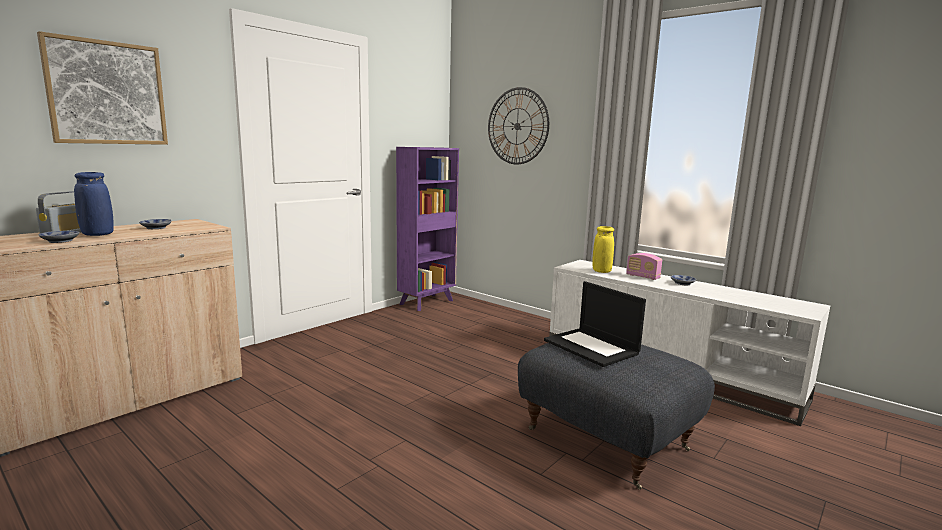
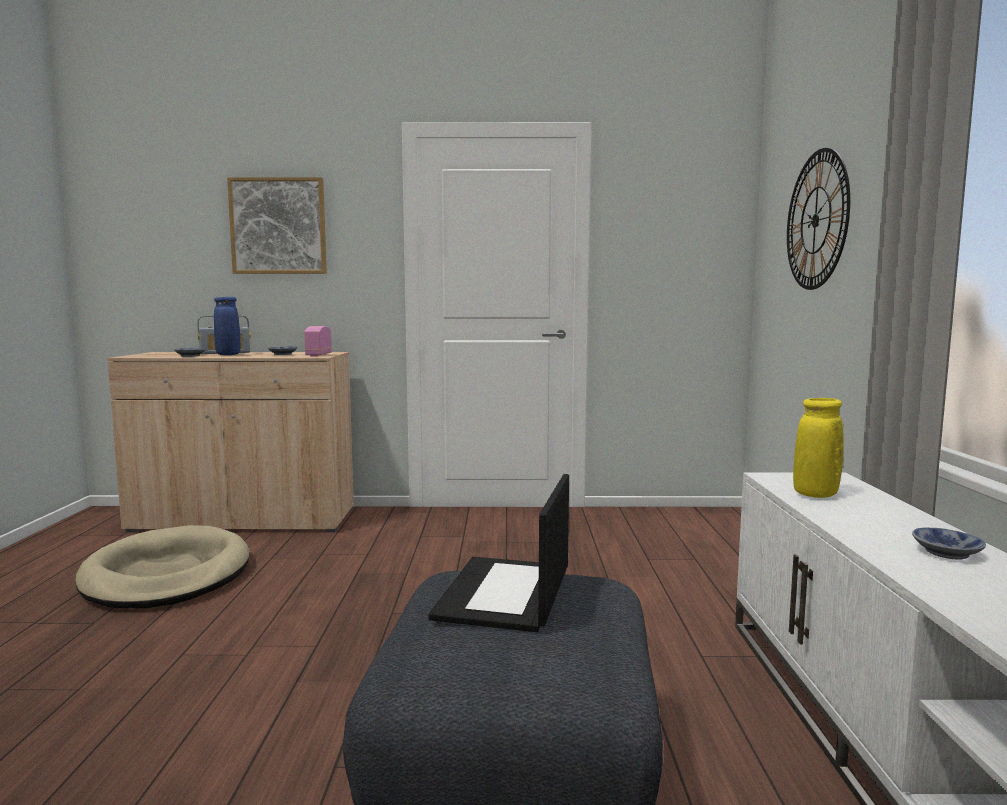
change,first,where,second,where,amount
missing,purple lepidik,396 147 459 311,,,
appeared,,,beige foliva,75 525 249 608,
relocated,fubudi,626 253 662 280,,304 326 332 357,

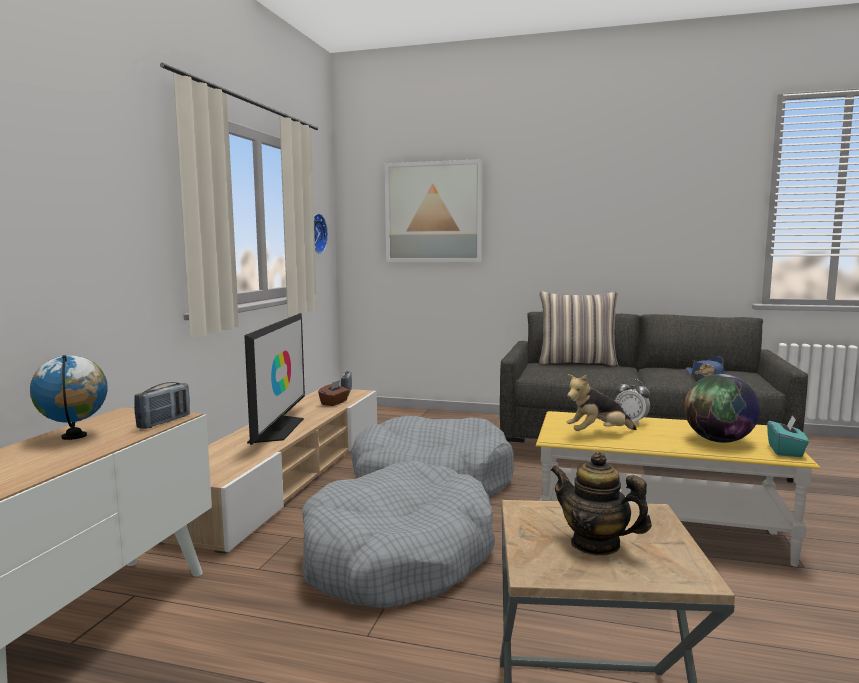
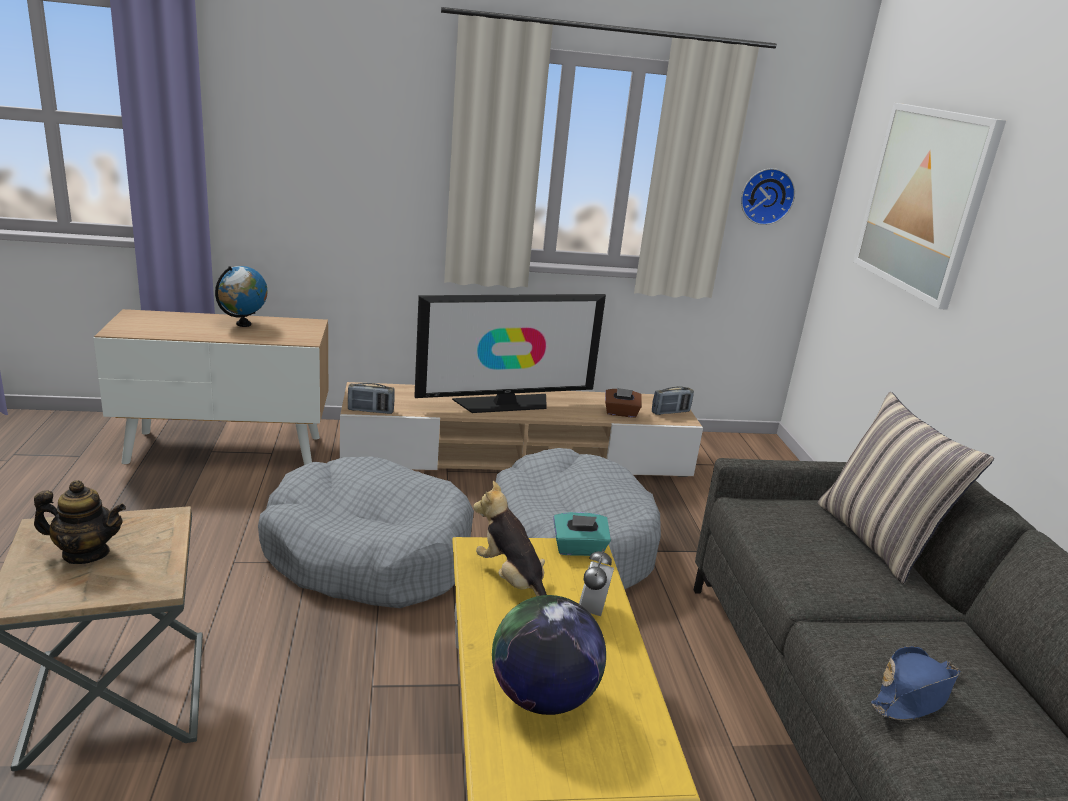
change,first,where,second,where,amount
relocated,fubudi,134 382 190 429,,348 383 395 414,
relocated,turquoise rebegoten,767 415 809 457,,553 512 611 556,
spun,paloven,550 451 652 556,,34 480 126 564,75 degrees clockwise

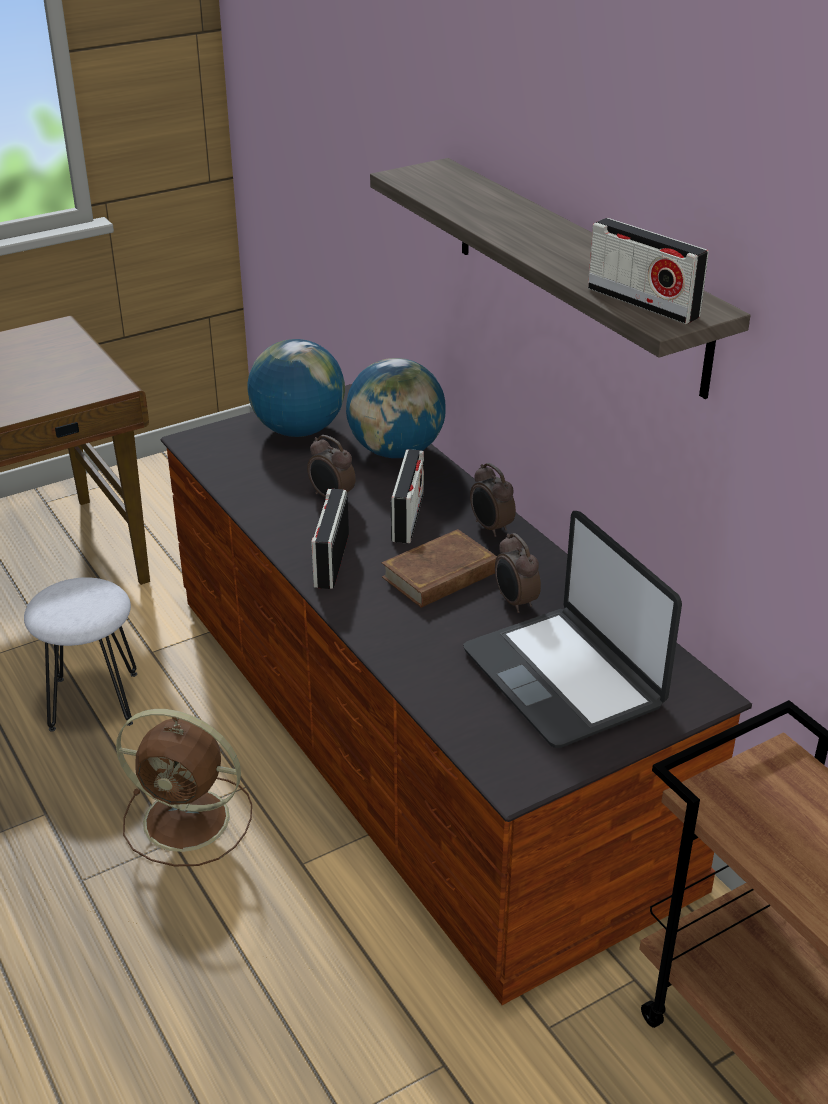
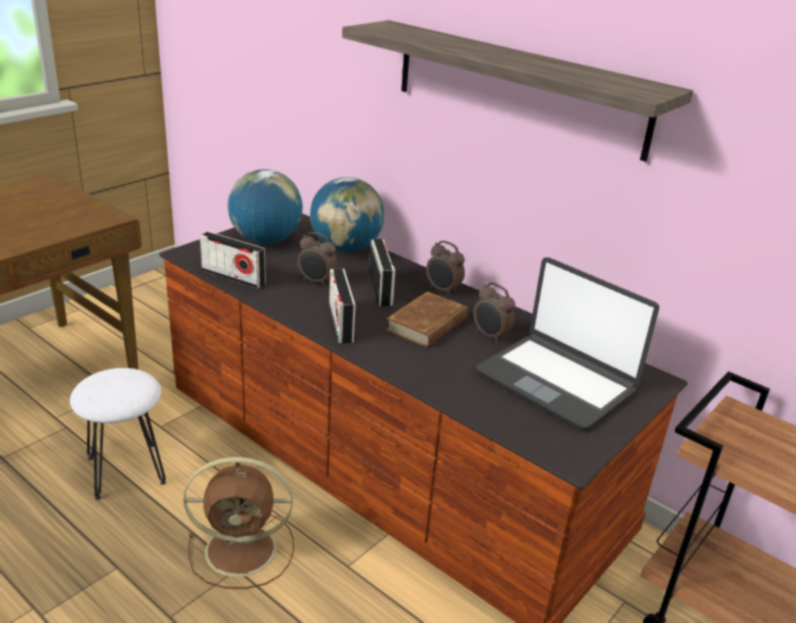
change,first,where,second,where,amount
relocated,fubudi,588 218 709 324,,200 231 266 289,

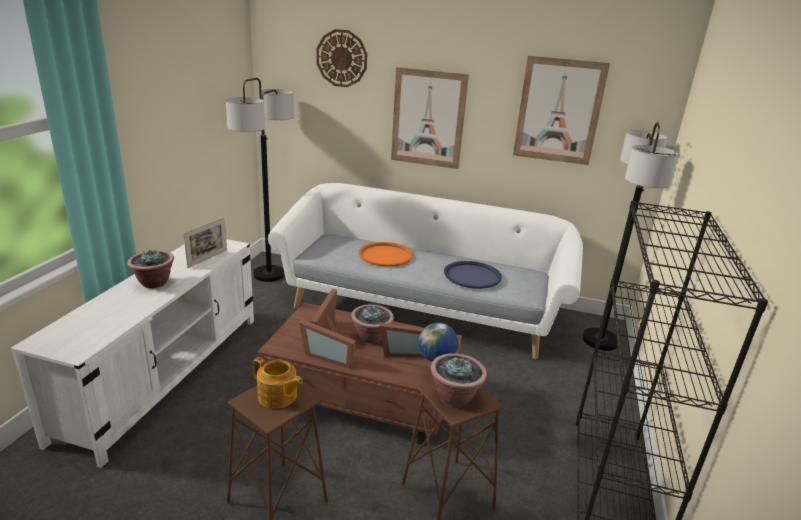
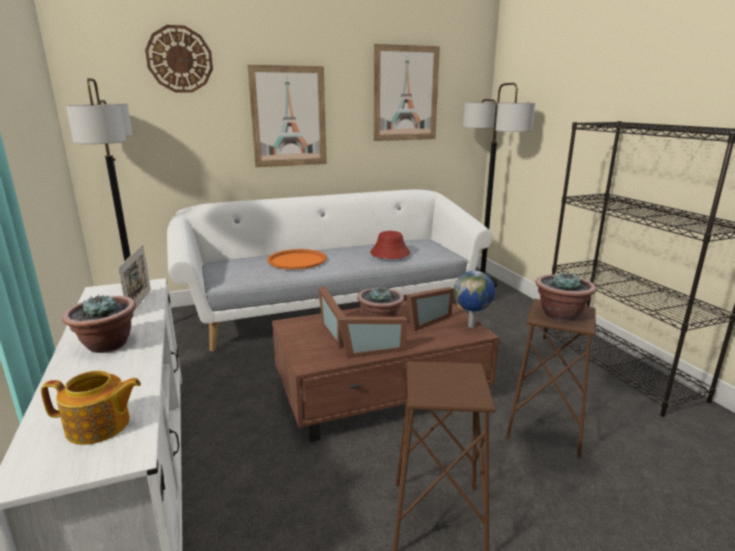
change,first,where,second,where,amount
relocated,paloven,253 357 303 409,,41 371 141 445,
exchanged,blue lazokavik,444 261 502 289,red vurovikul,370 231 410 259,

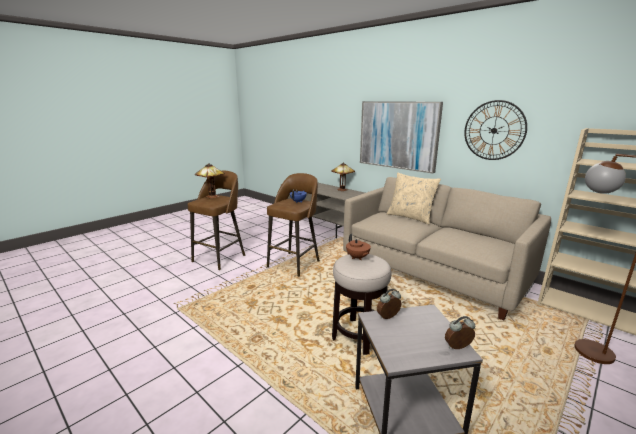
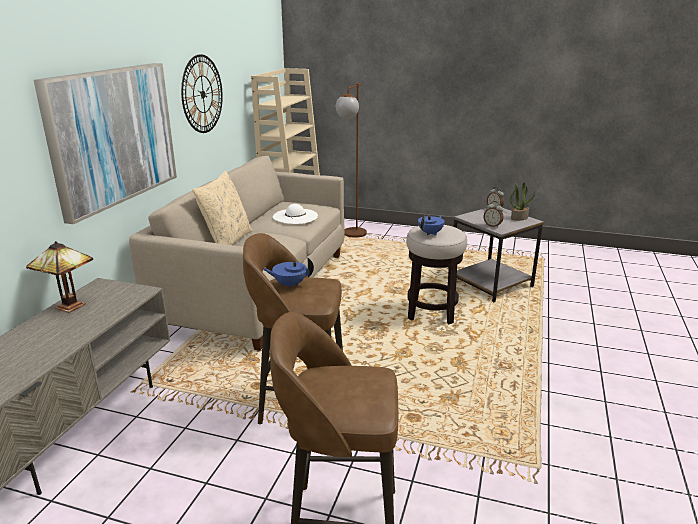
change,first,where,second,where,amount
missing,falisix,195 163 225 199,,,
appeared,,,white vurovikul,273 204 318 224,
appeared,,,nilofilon,510 182 535 221,
colour,brown paloven,346 234 371 260,blue paloven,418 215 445 236,

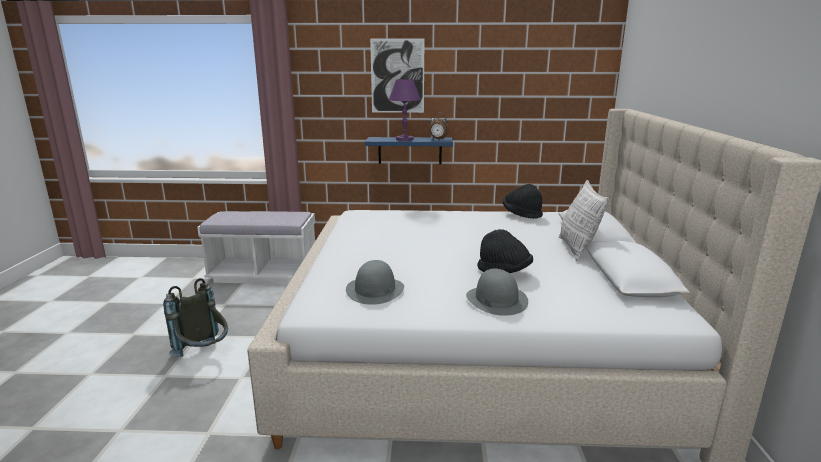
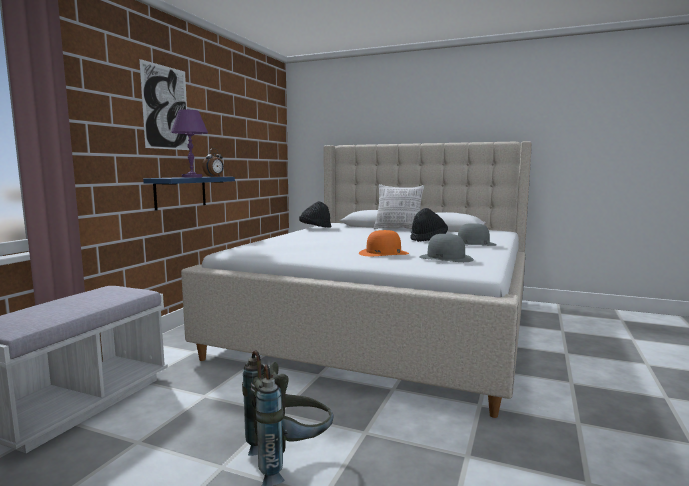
change,first,where,second,where,amount
appeared,,,orange vurovikul,359 230 409 256,

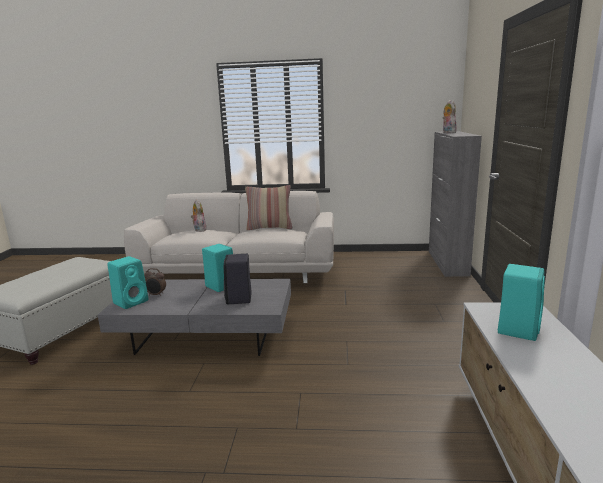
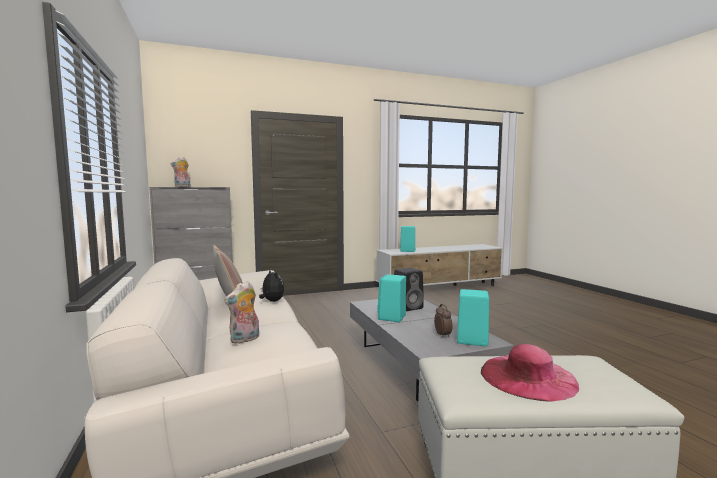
change,first,where,second,where,amount
appeared,,,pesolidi,259 270 284 302,
appeared,,,pink vurovikul,481 344 579 401,

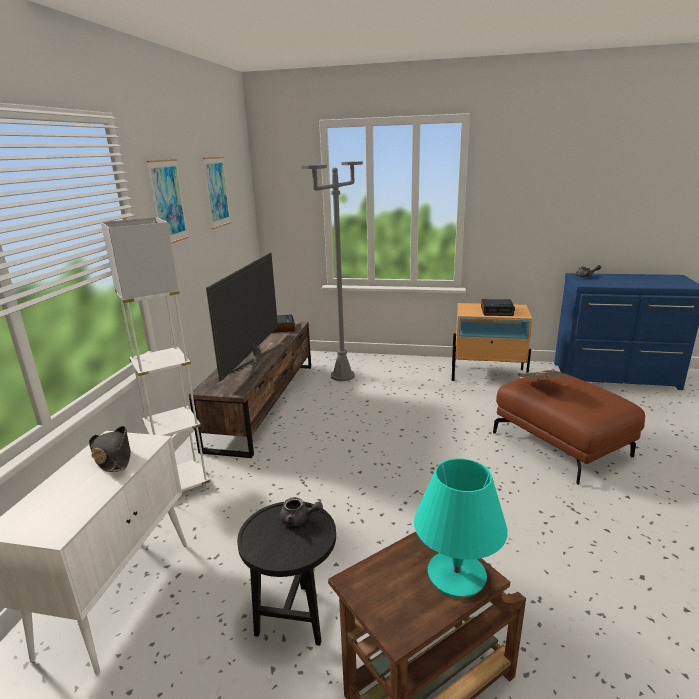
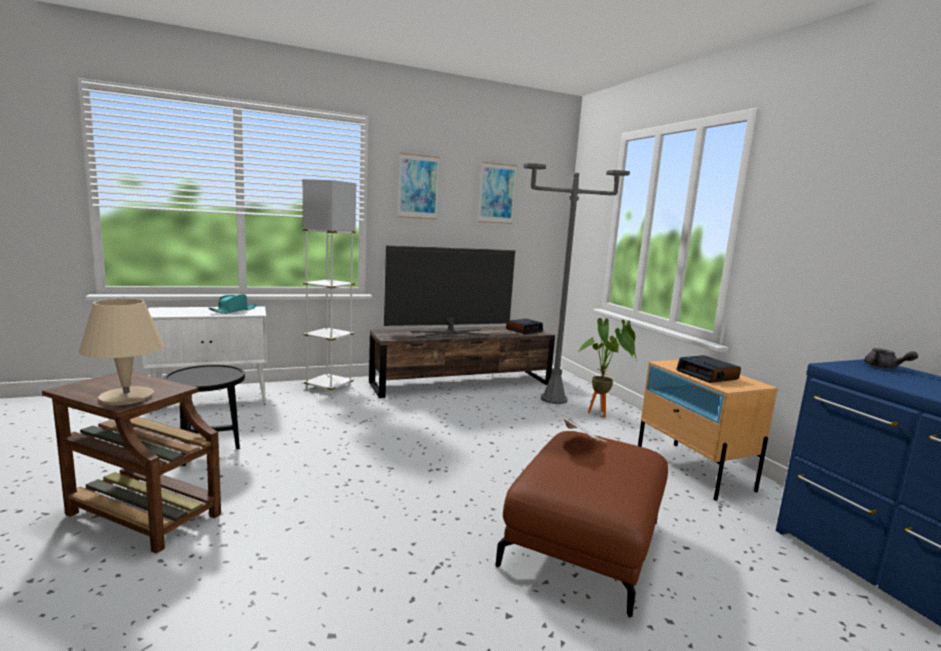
change,first,where,second,where,amount
missing,grey paloven,280 497 323 526,,,
appeared,,,nilofilon,578 318 637 418,
colour,black vurovikul,89 426 131 472,turquoise vurovikul,209 295 257 314,
colour,turquoise falisix,414 458 508 598,beige falisix,79 299 164 405,

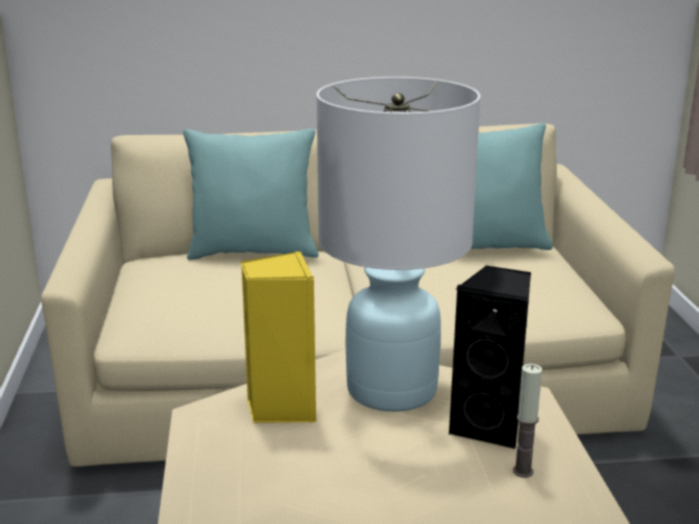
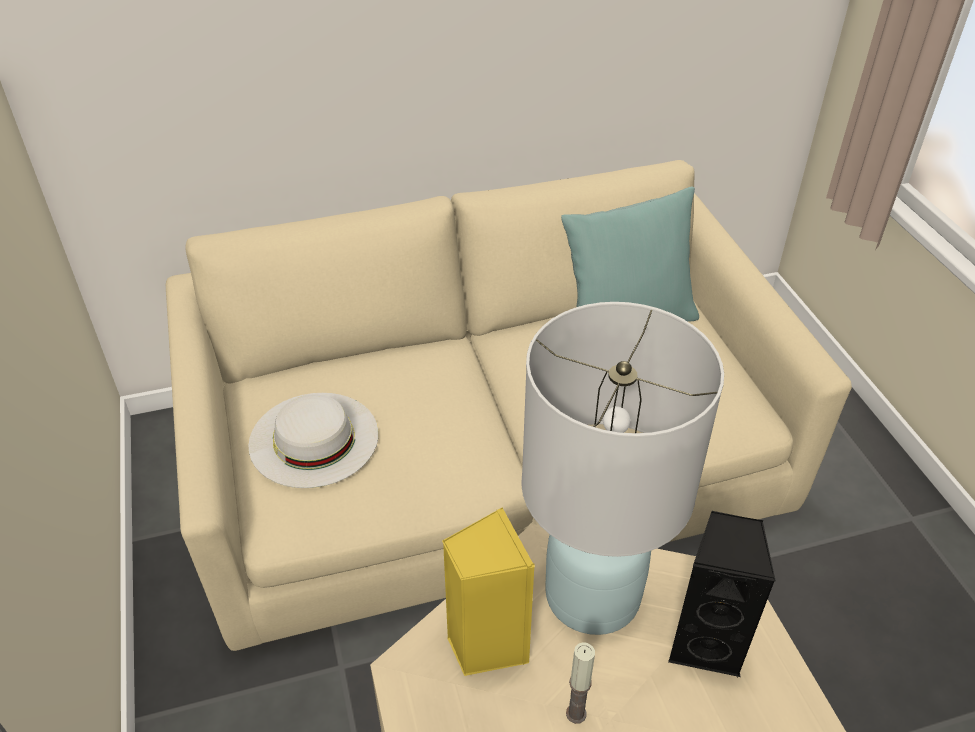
change,first,where,second,where,amount
missing,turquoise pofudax,183 129 318 260,,,
appeared,,,white vurovikul,248 393 378 488,
relocated,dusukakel,513 364 542 478,,566 642 595 724,

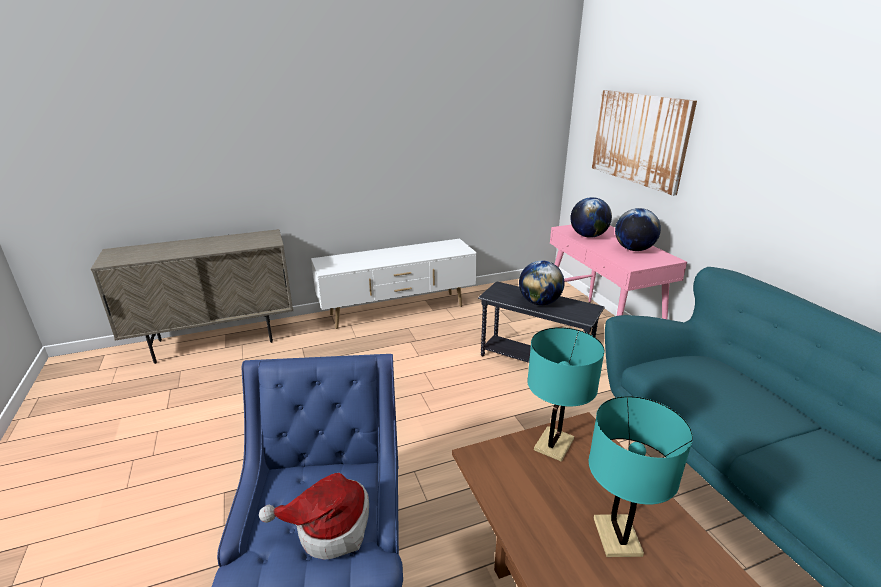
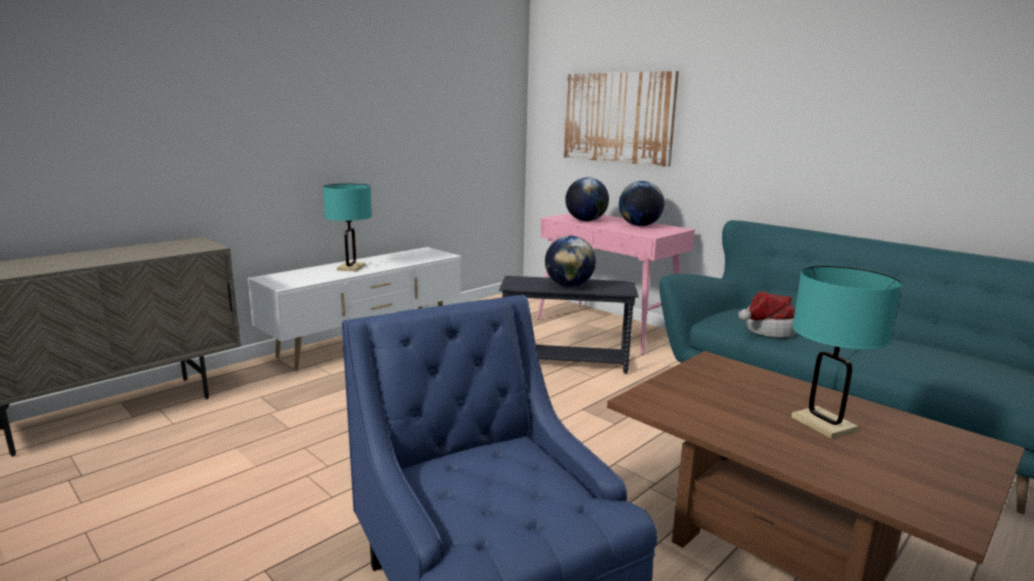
change,first,where,second,where,amount
relocated,vurovikul,259 473 369 559,,738 291 797 337,
relocated,turquoise falisix,527 327 605 462,,323 184 372 271,

